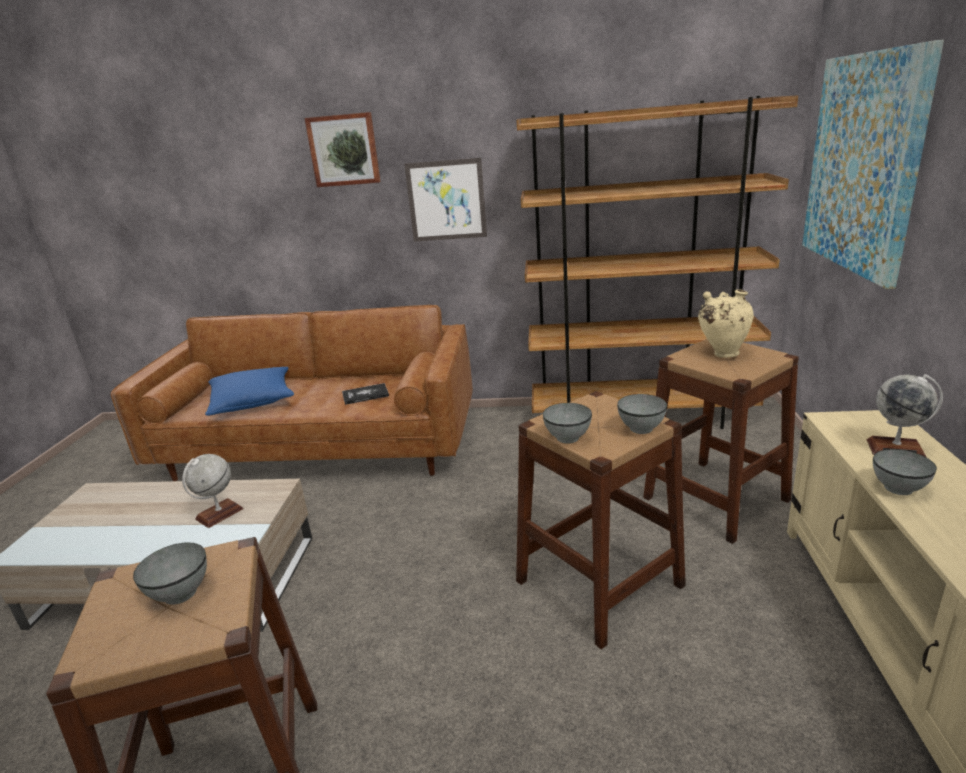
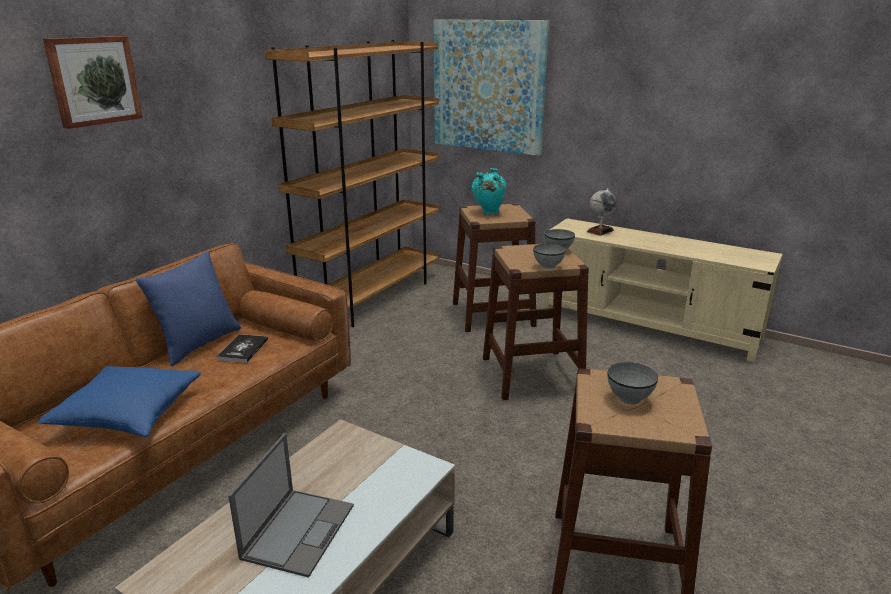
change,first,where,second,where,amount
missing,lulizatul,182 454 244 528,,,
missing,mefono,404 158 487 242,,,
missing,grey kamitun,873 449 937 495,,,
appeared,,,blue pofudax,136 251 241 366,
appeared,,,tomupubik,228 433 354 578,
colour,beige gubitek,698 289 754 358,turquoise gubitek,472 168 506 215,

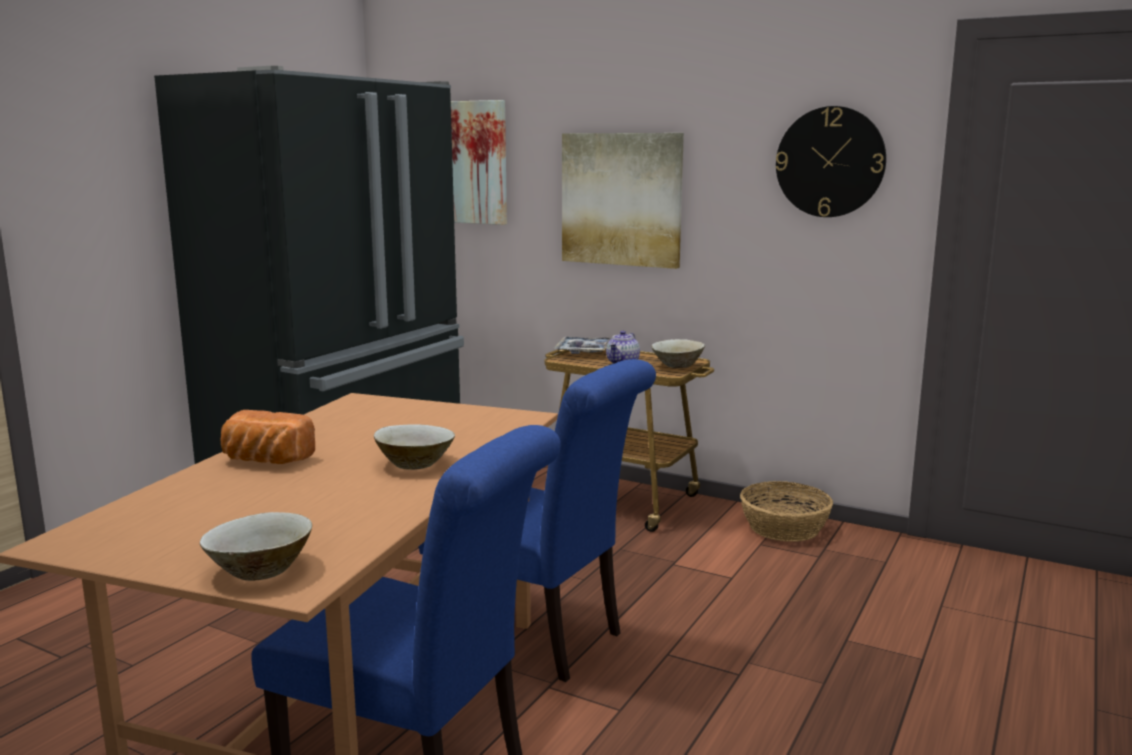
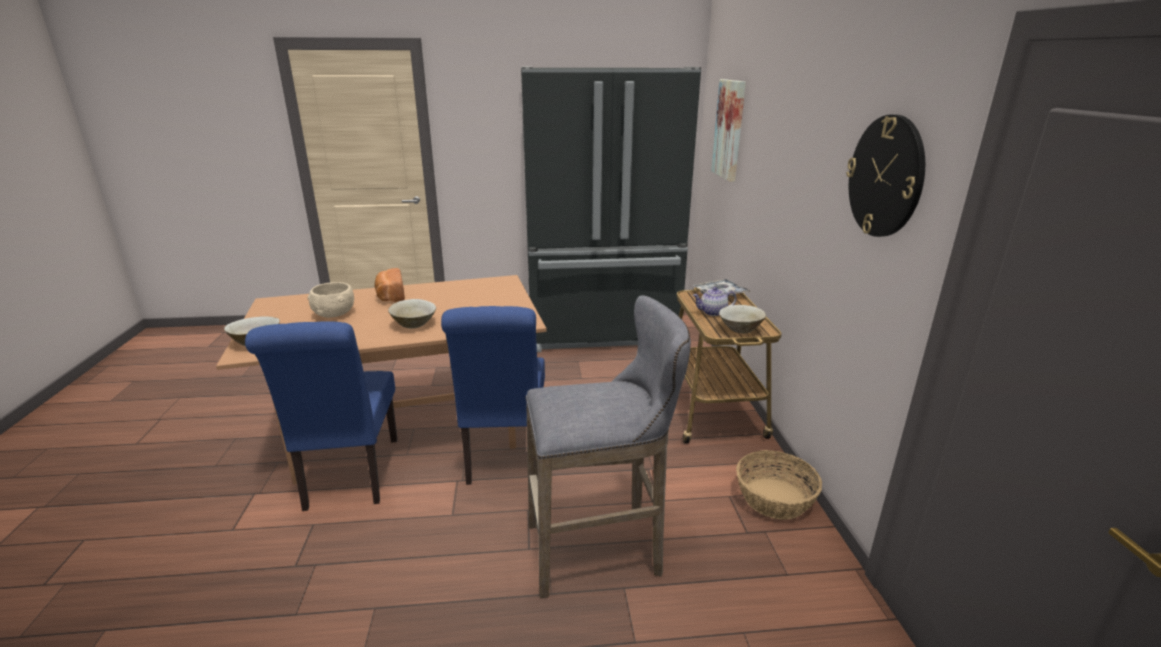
change,first,where,second,where,amount
missing,mefono,562 133 684 269,,,
appeared,,,beige kamitun,308 282 354 318,
appeared,,,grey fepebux,525 295 691 598,

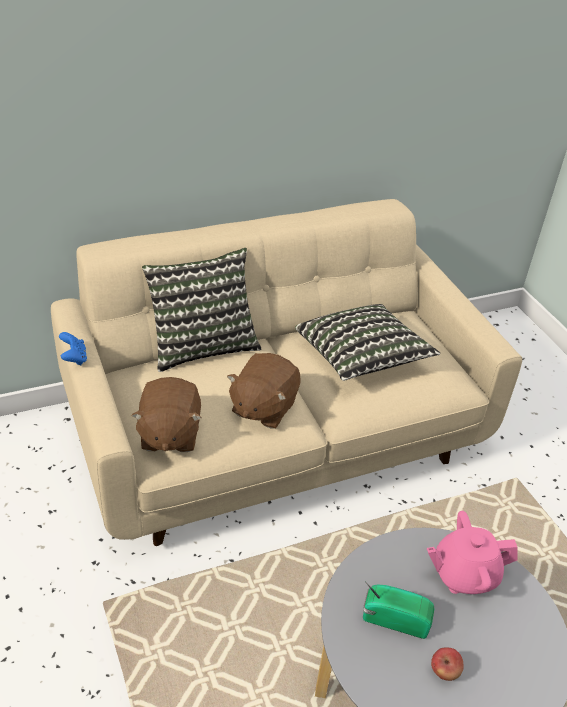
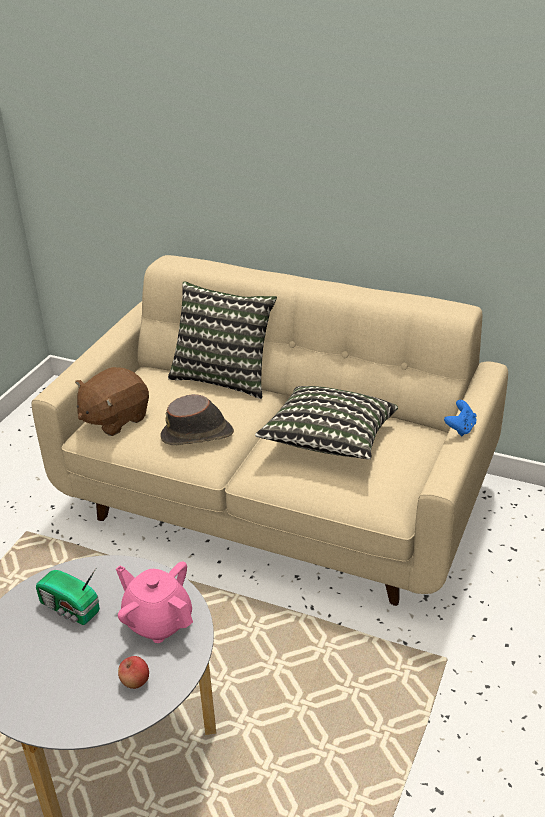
change,first,where,second,where,amount
relocated,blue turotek,59 332 87 365,,444 400 477 436,
relocated,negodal,431 647 464 681,,118 656 149 689,
exchanged,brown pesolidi,227 353 300 428,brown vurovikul,160 394 234 445,
spun,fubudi,363 581 435 639,,36 569 100 625,150 degrees clockwise

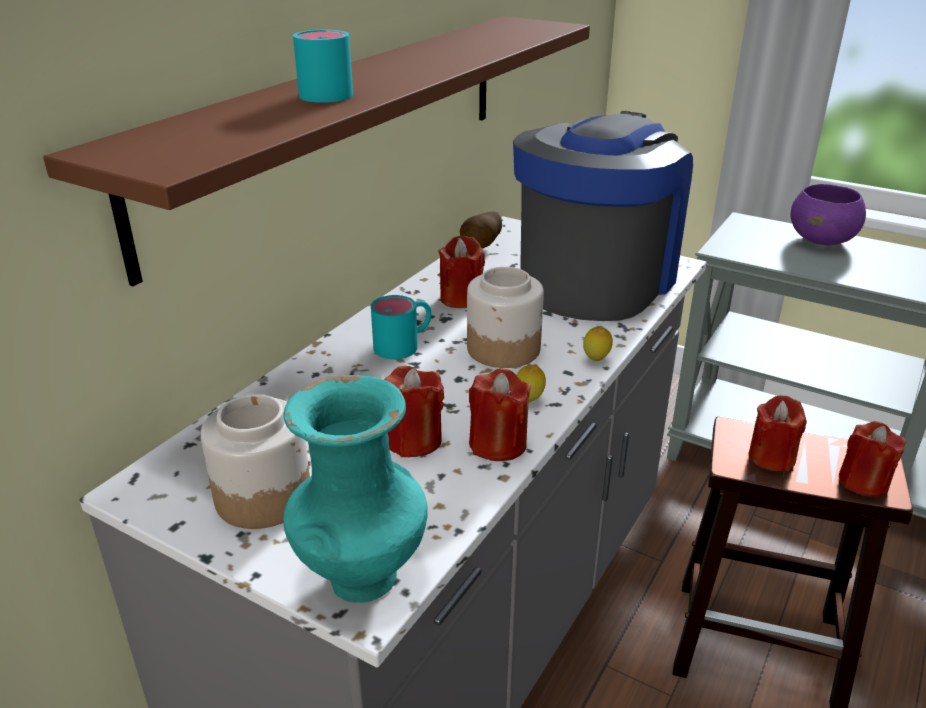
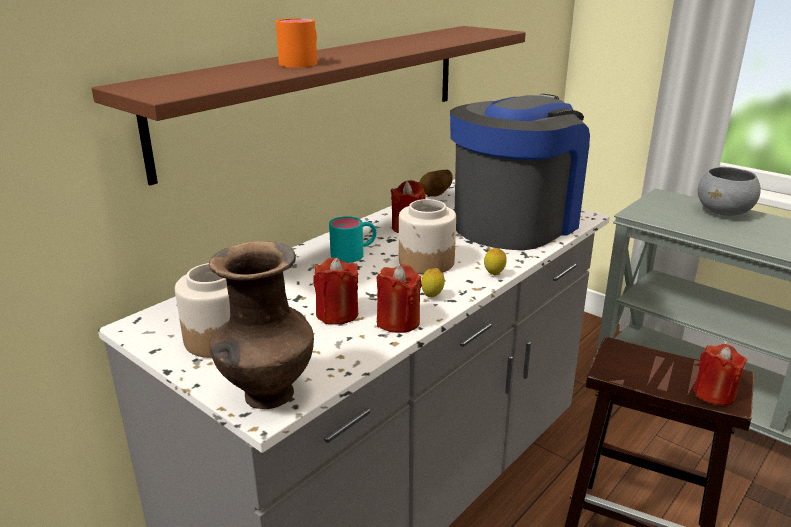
change,first,where,second,where,amount
missing,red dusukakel,749 395 807 471,,,
colour,turquoise gubitek,283 375 427 603,brown gubitek,209 241 314 409,
colour,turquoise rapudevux,293 30 353 103,orange rapudevux,276 18 317 67,
colour,purple kamitun,791 184 866 245,grey kamitun,698 167 761 216,

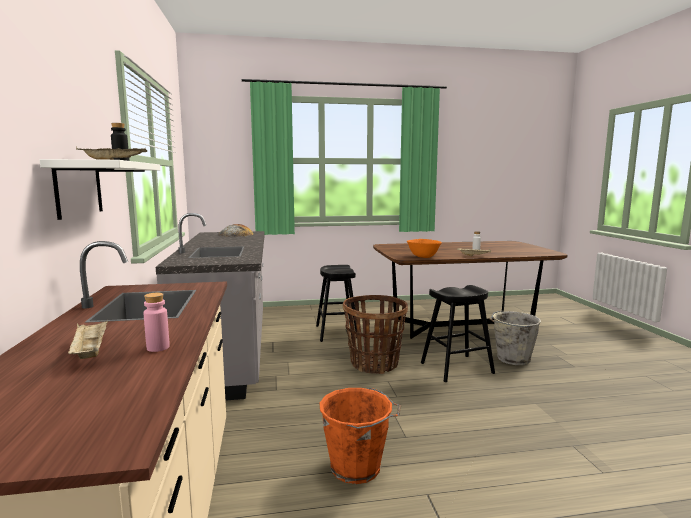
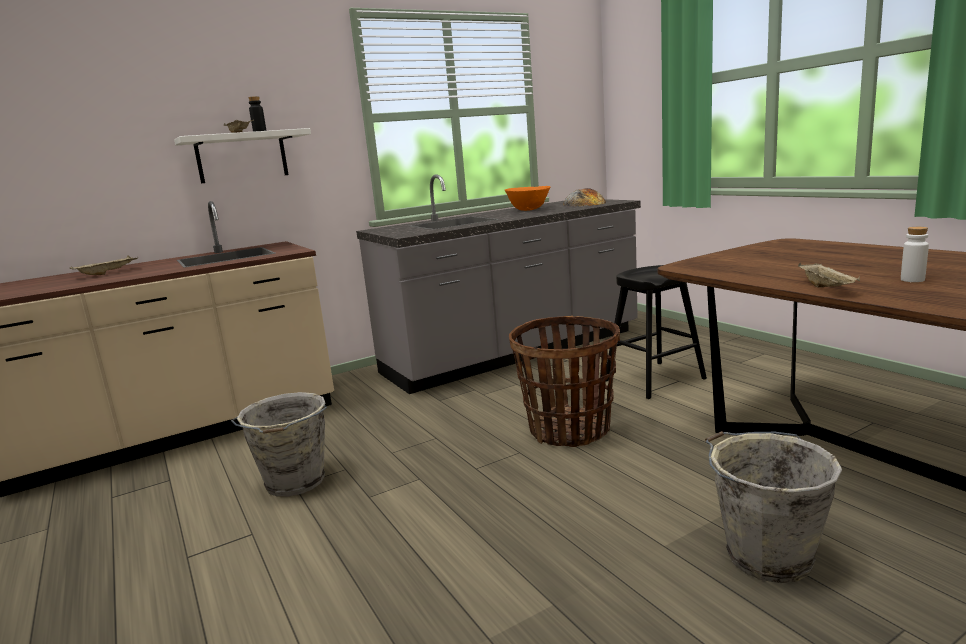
change,first,where,second,where,amount
missing,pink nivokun,143 293 170 352,,,
missing,black fepebux,421 285 495 382,,,
relocated,orange kamitun,407 239 442 258,,505 186 550 211,
colour,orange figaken,319 388 401 484,grey figaken,231 392 327 497,

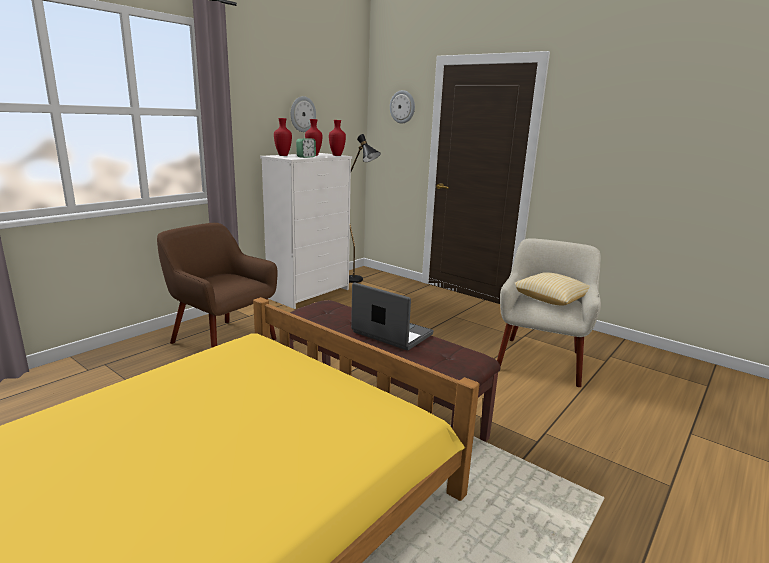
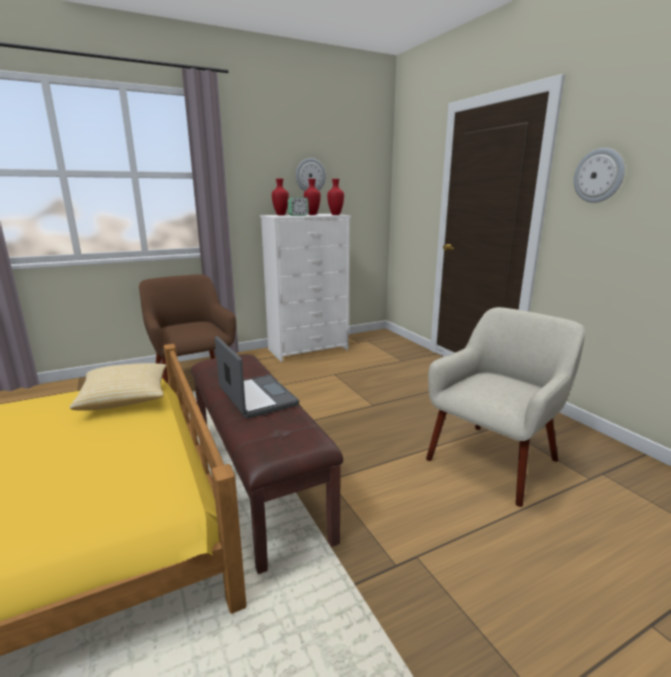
change,first,where,second,where,amount
missing,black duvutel,349 134 381 283,,,
relocated,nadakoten,390 90 415 124,,574 148 625 203,
relocated,pofudax,515 272 590 306,,70 363 166 411,

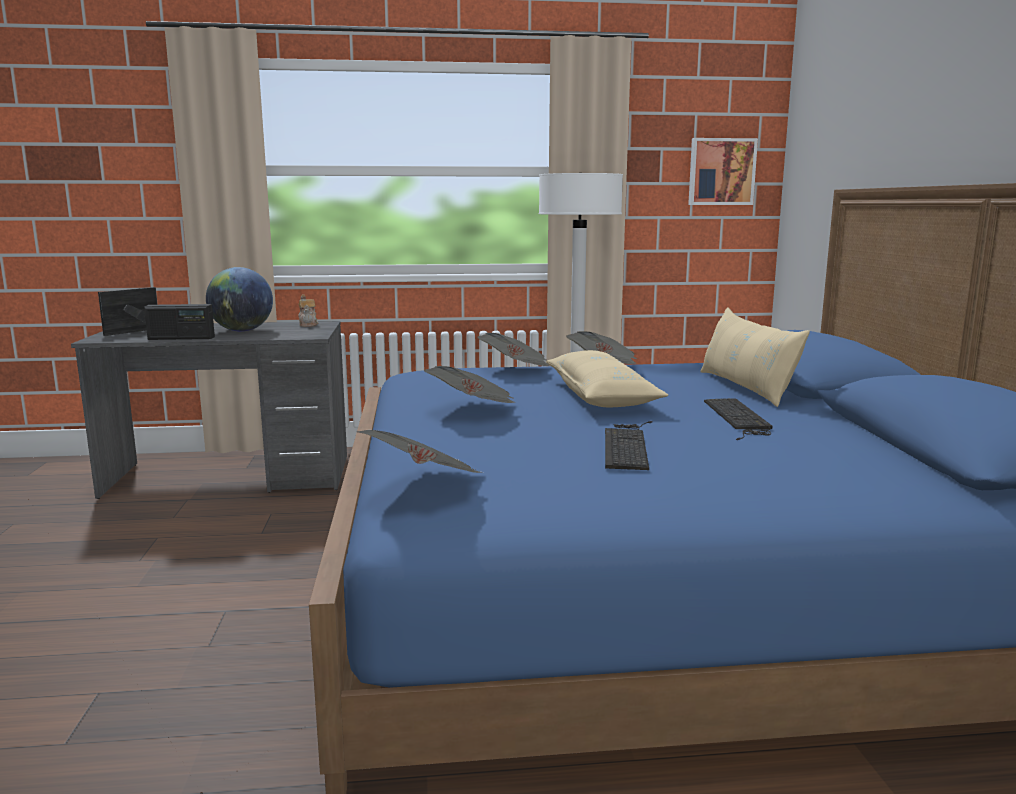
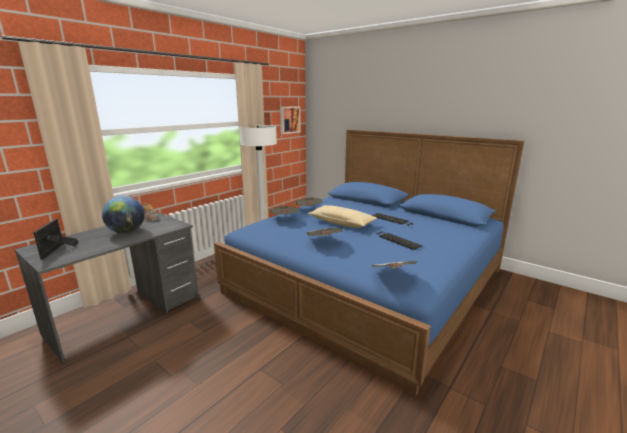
change,first,where,second,where,amount
missing,fubudi,144 304 215 340,,,
missing,beige pofudax,700 307 810 407,,,

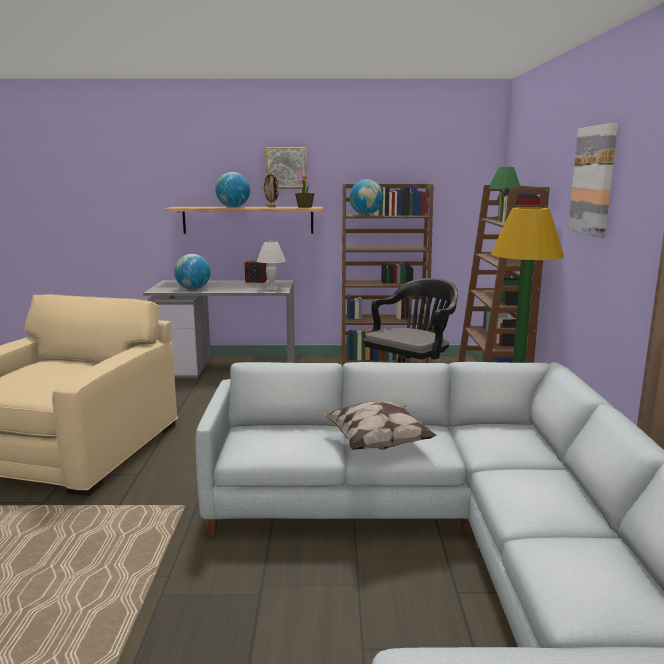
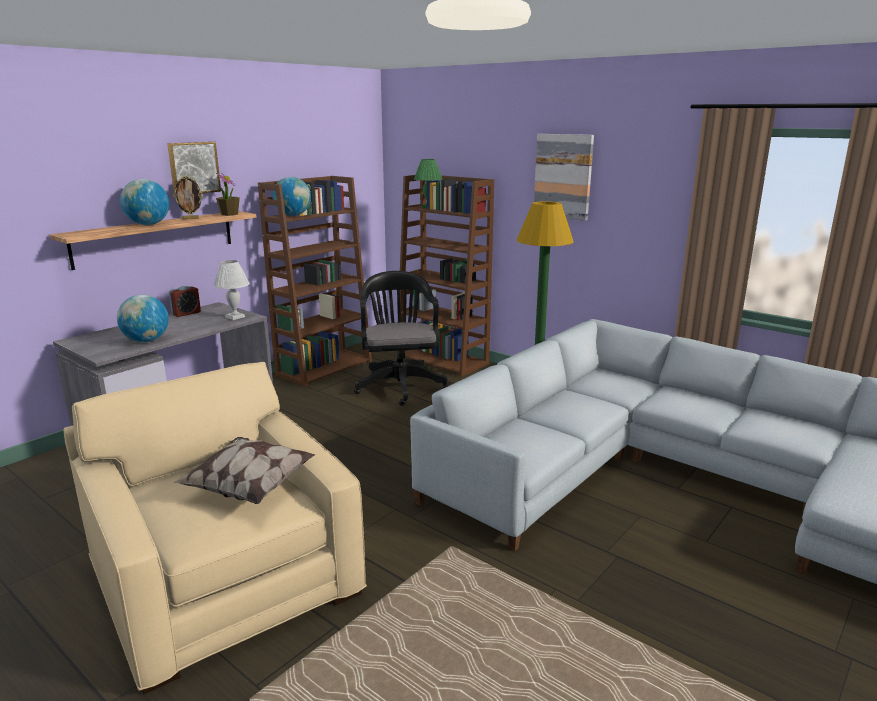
change,first,where,second,where,amount
relocated,pofudax,323 401 437 450,,173 437 315 504,

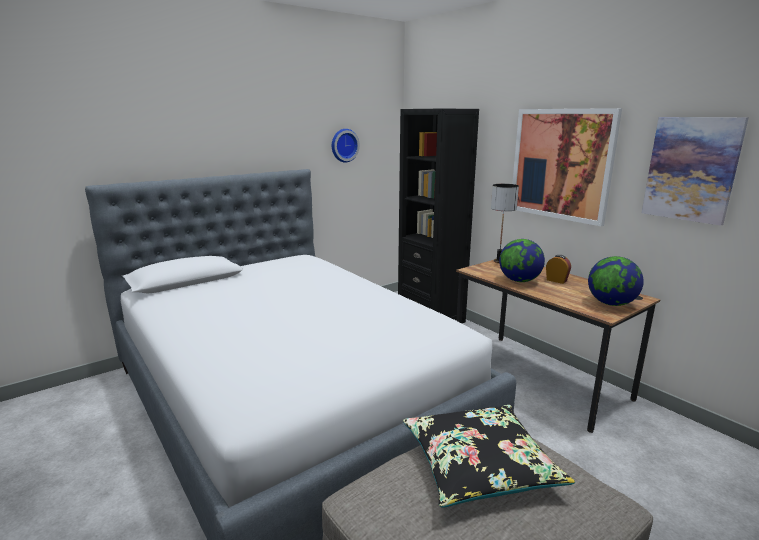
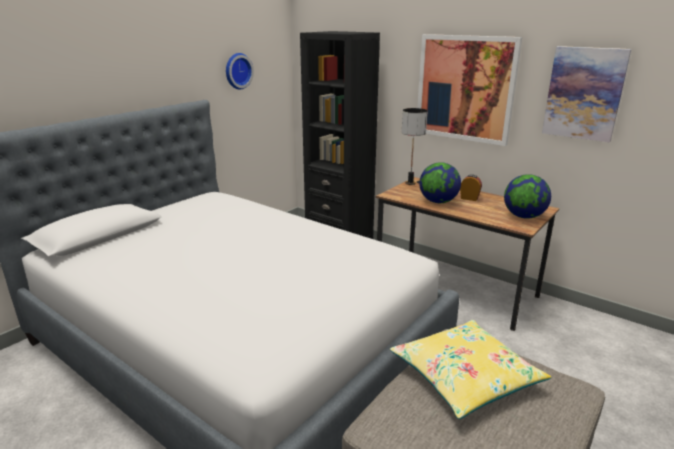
change,first,where,second,where,amount
colour,black pofudax,403 405 575 508,yellow pofudax,390 320 551 419,

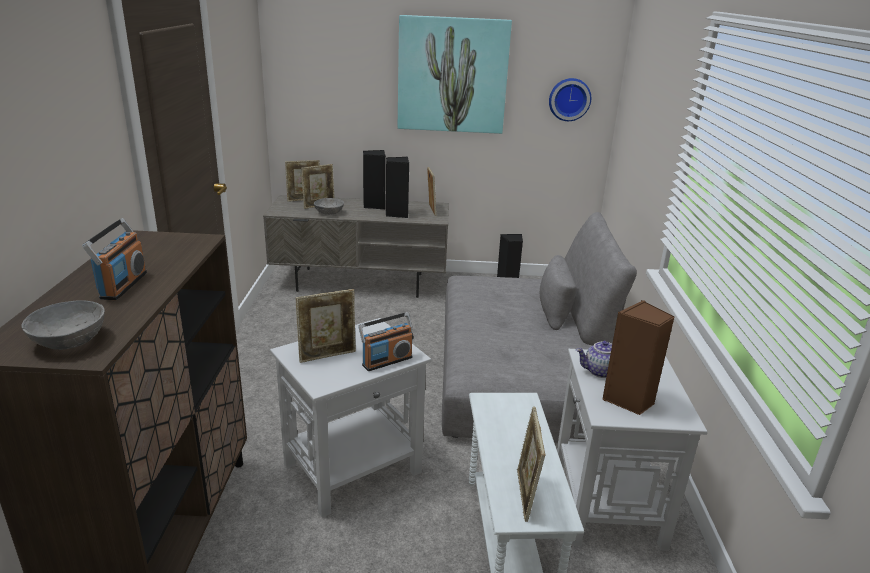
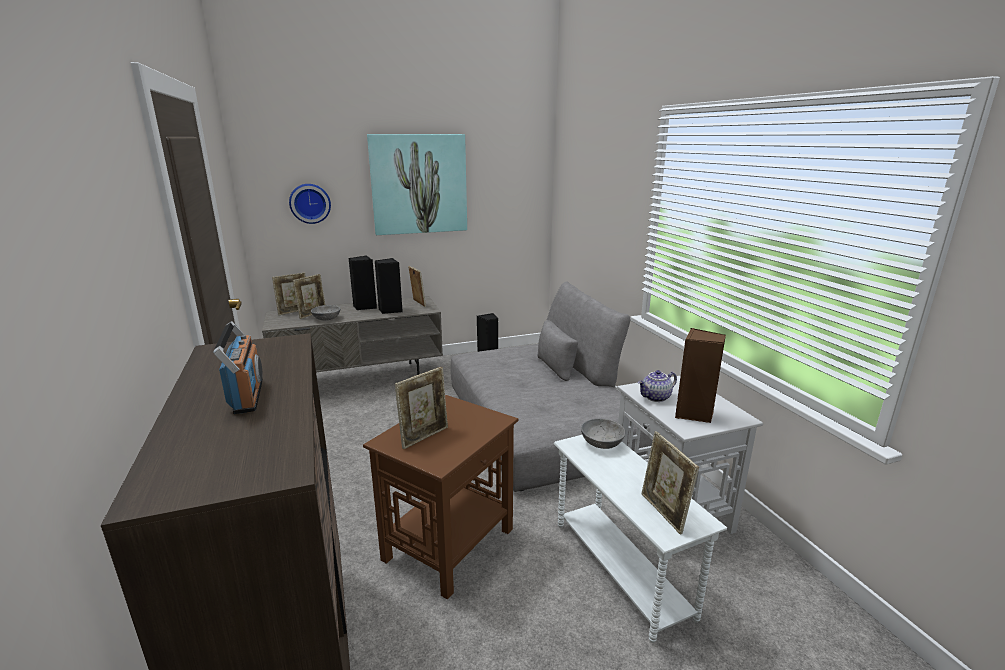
change,first,where,second,where,amount
missing,fubudi,358 312 414 371,,,
relocated,grey kamitun,22 300 105 350,,581 419 625 449,
relocated,nadakoten,549 78 591 121,,289 184 331 224,
colour,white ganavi,270 318 432 518,brown ganavi,363 395 518 600,

